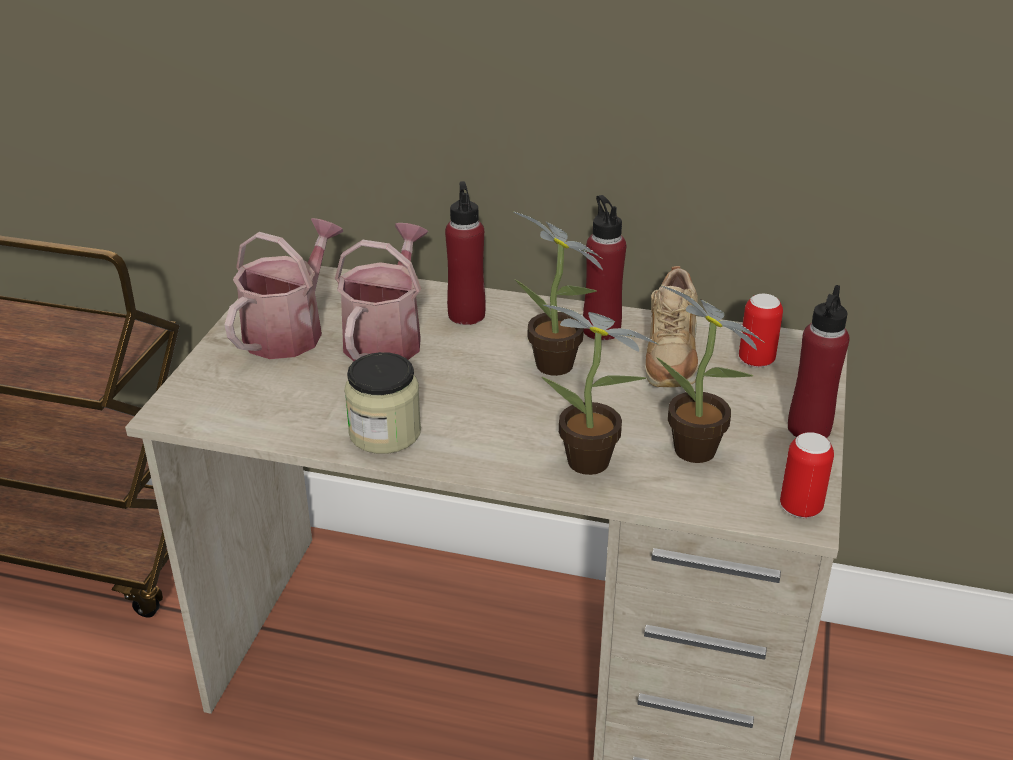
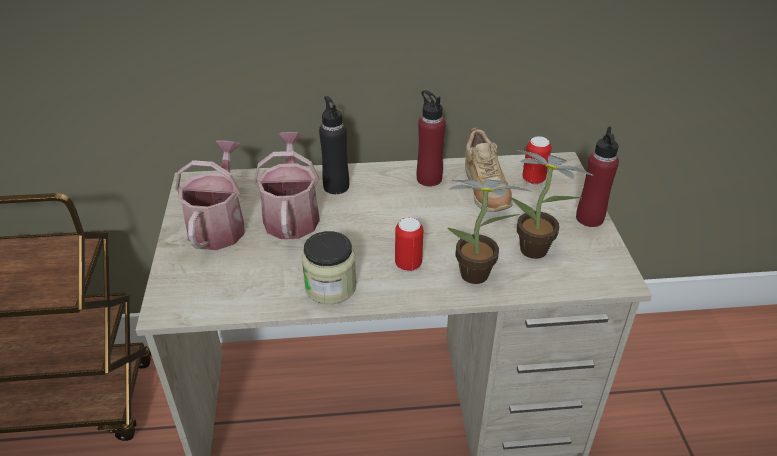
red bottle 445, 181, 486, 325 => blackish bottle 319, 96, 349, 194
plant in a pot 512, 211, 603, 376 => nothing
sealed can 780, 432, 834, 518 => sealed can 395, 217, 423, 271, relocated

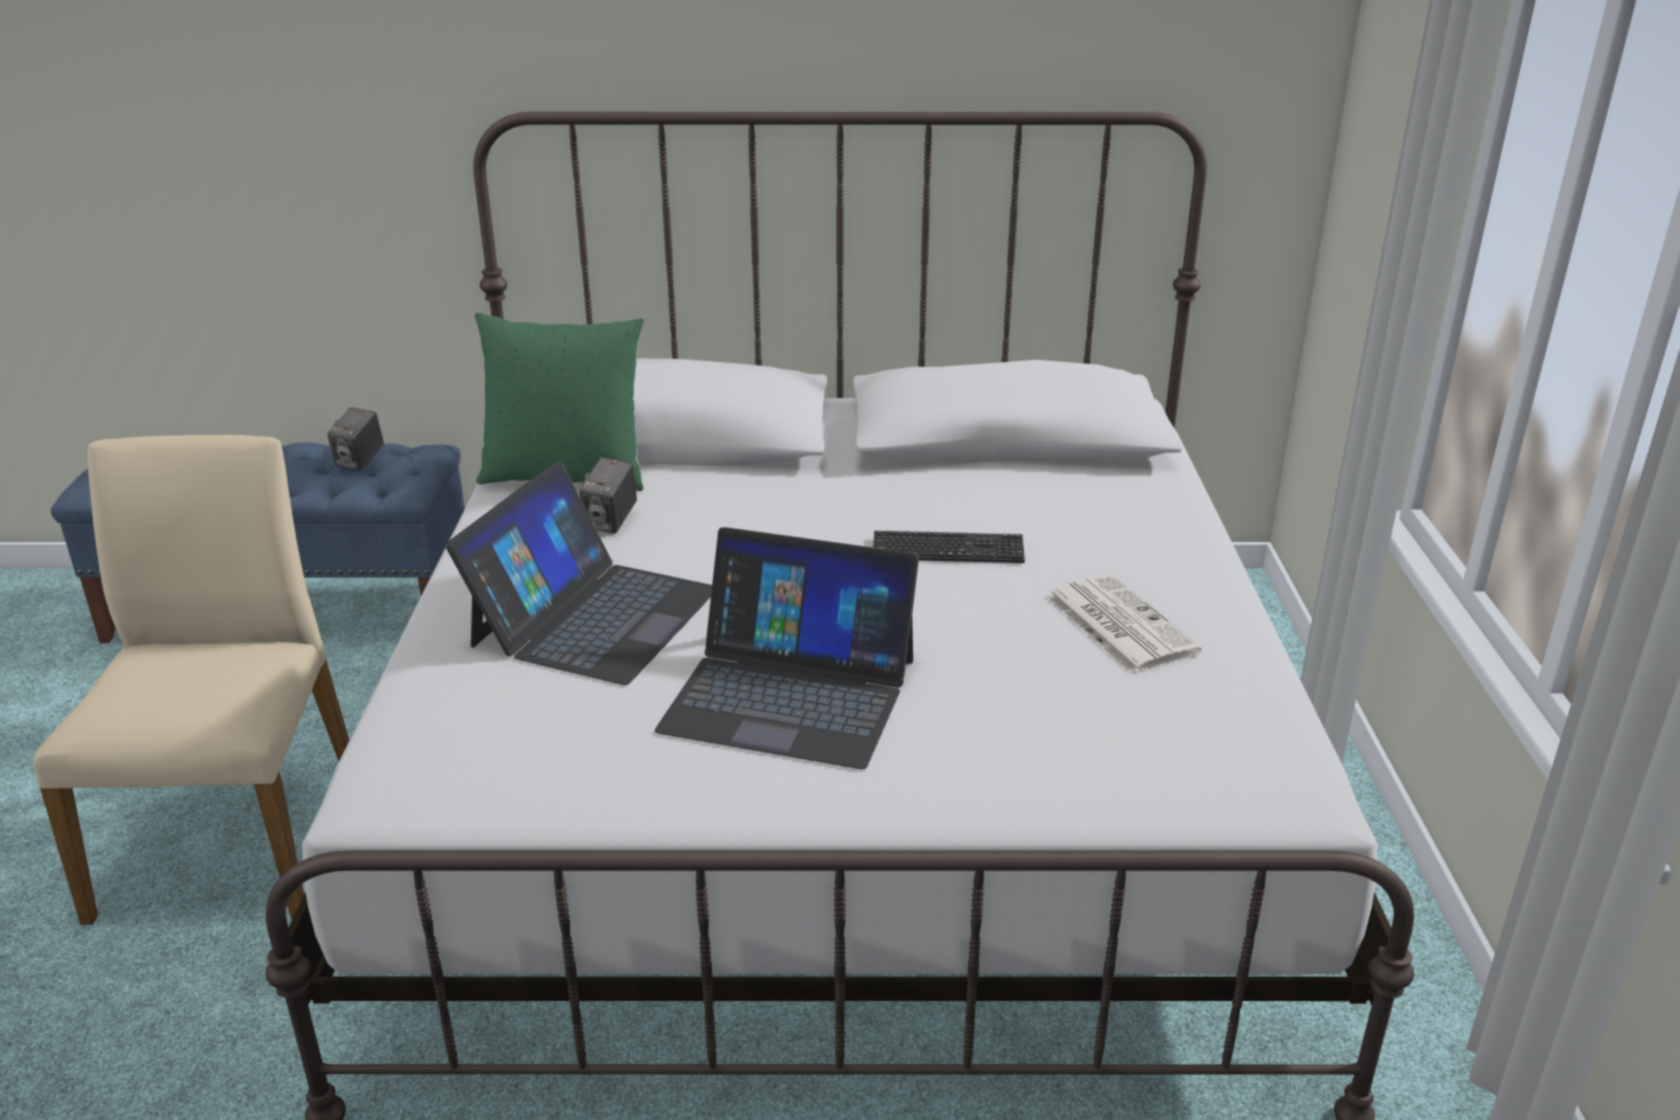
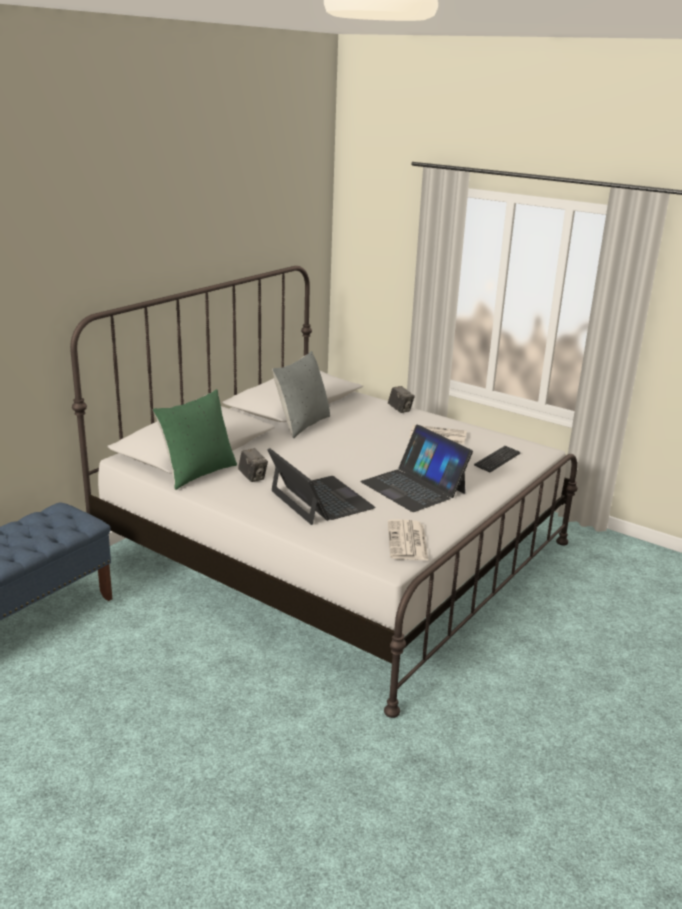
photo camera 327, 407, 384, 471 => photo camera 388, 386, 415, 413, relocated
sand-coloured chair 33, 435, 349, 925 => nothing
laptop 655, 527, 919, 770 => laptop 360, 425, 473, 512, 90 degrees clockwise
keyboard 873, 531, 1025, 563 => keyboard 474, 446, 520, 472, relocated
nothing => grey cushion 272, 351, 330, 438
nothing => printed paper 388, 519, 429, 561

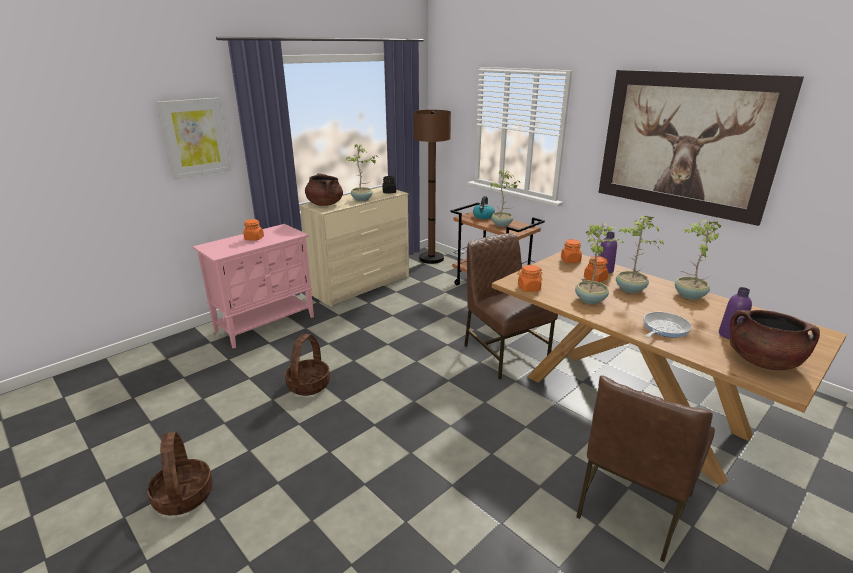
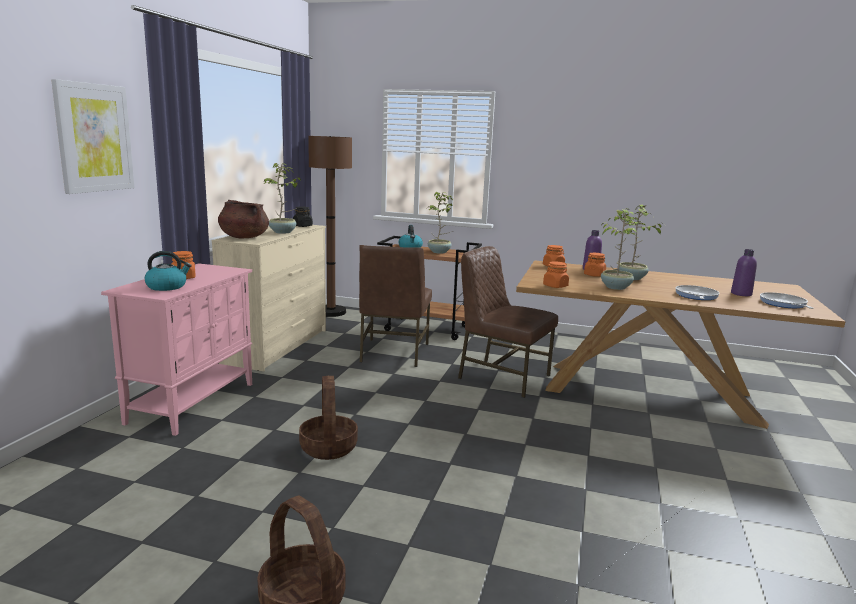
wall art 598, 70, 804, 226 => nothing
plant in a pot 675, 220, 721, 300 => nothing
brownish saucepot 730, 310, 820, 370 => pan 760, 292, 814, 309
brownish chair 576, 375, 715, 562 => brownish chair 359, 245, 432, 367, relocated
nothing => kettle 145, 251, 192, 291

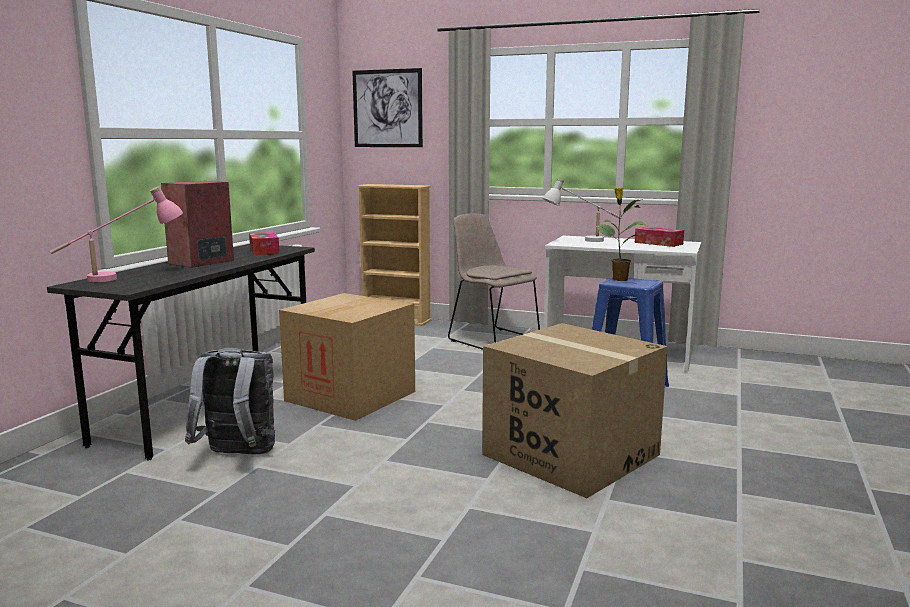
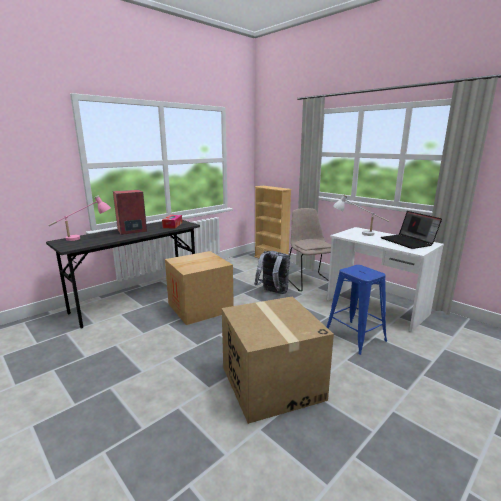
wall art 352, 68, 423, 147 => nothing
plant in a pot 596, 188, 646, 281 => nothing
tissue holder 635, 227, 684, 247 => laptop 381, 211, 442, 249
grey knapsack 185, 348, 275, 455 => grey knapsack 254, 251, 290, 294, relocated

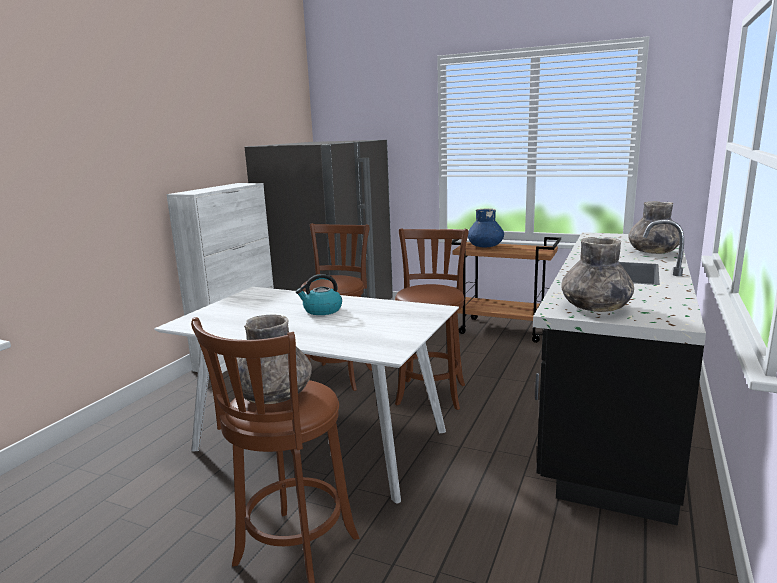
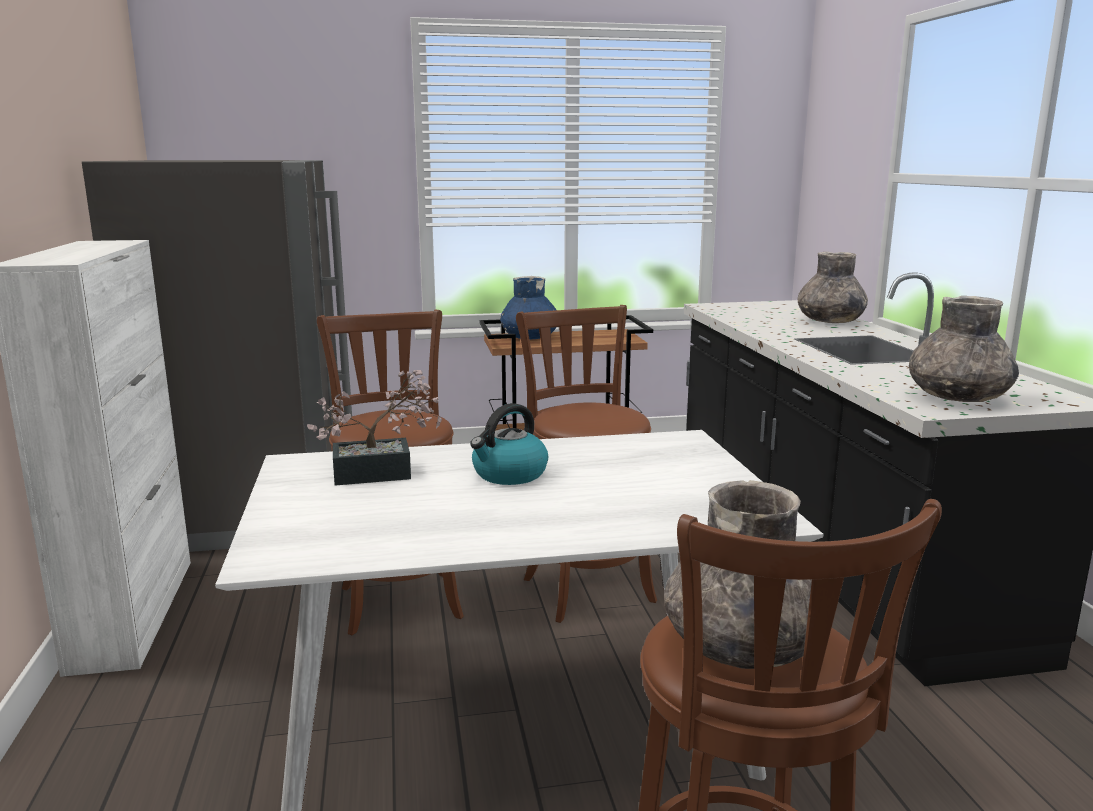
nothing => plant in a pot 307, 370, 442, 486

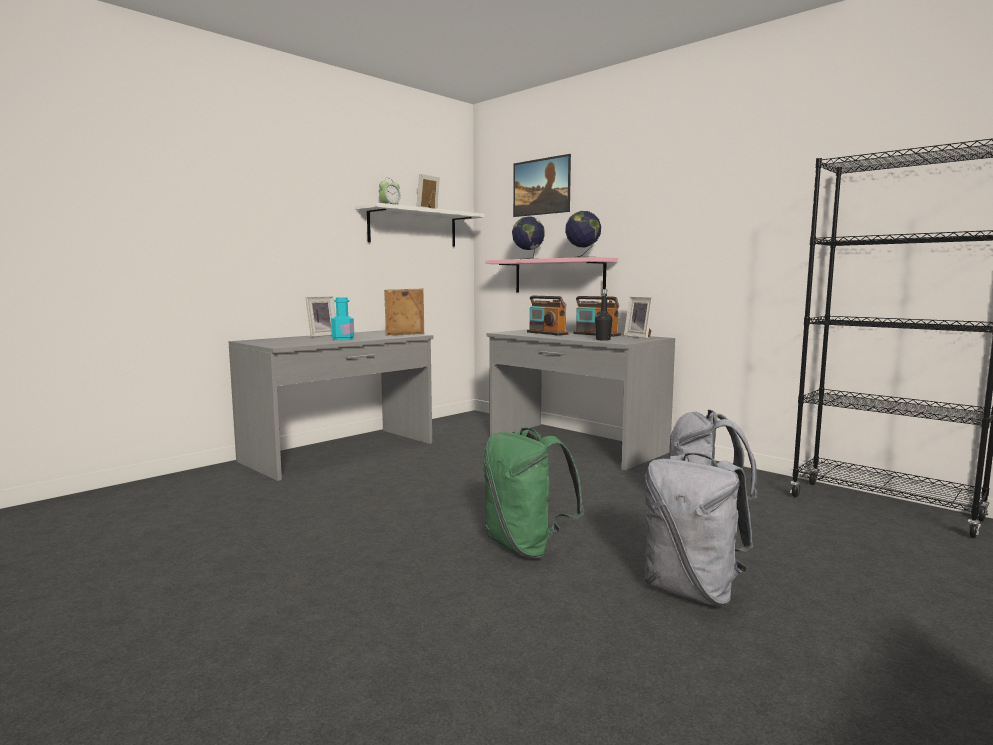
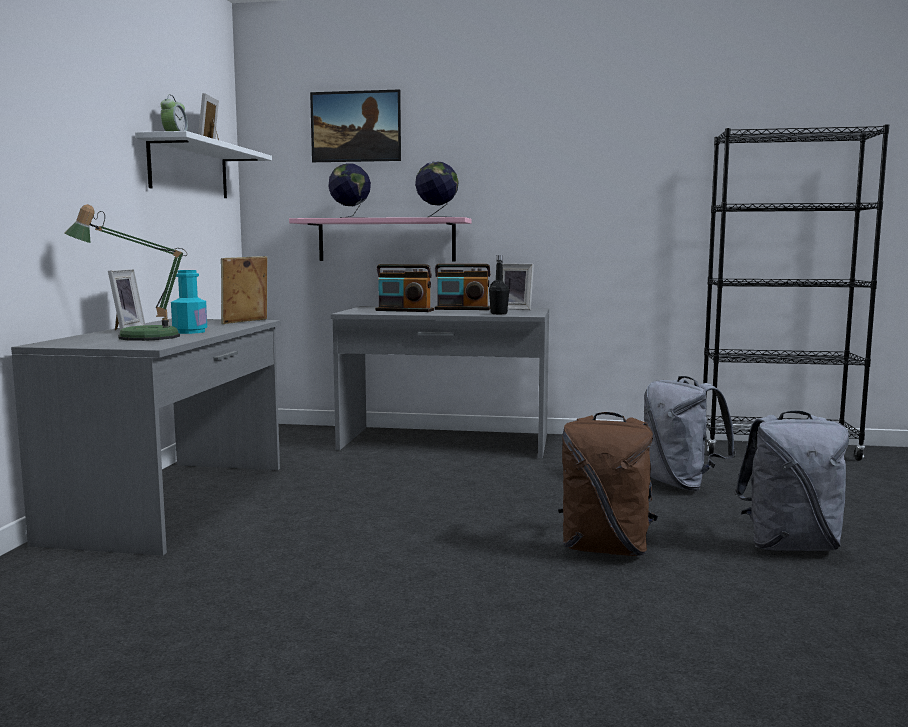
green-coloured knapsack 483, 428, 585, 559 => brownish knapsack 558, 412, 658, 556
nothing => table lamp 64, 204, 187, 341

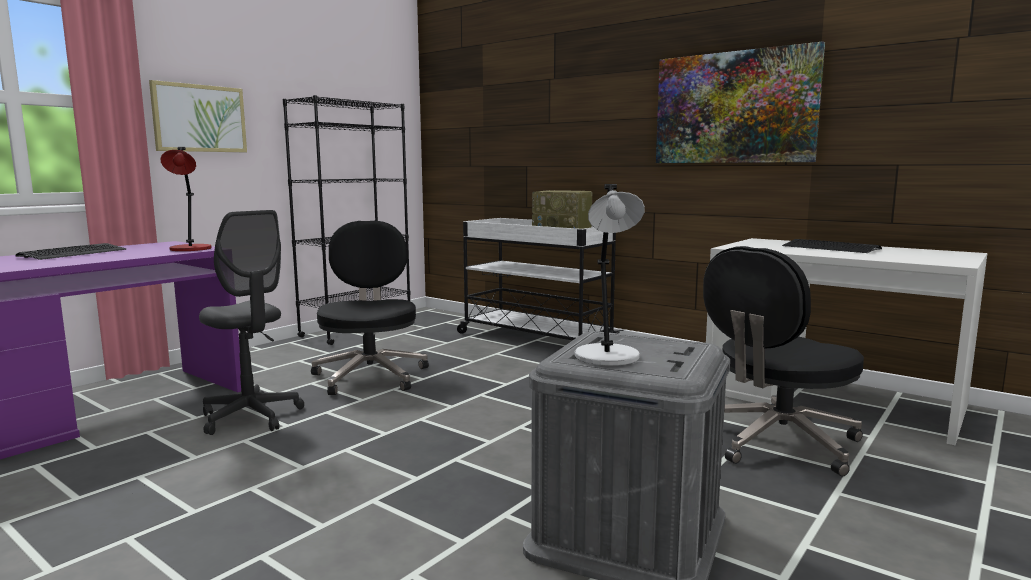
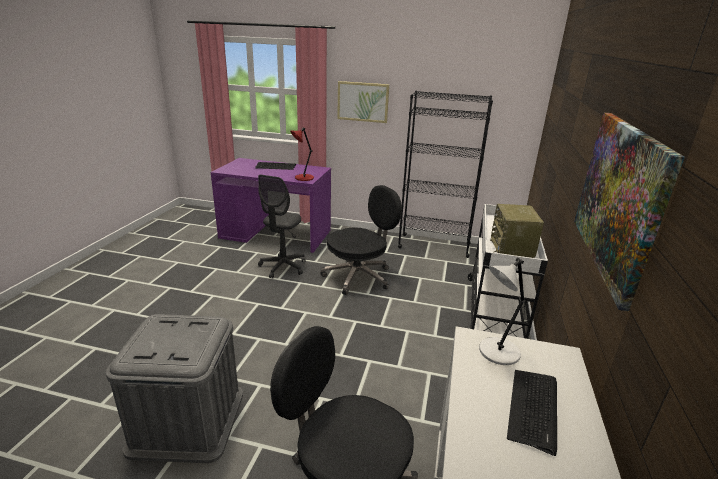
grey table lamp 575, 184, 645, 366 => grey table lamp 479, 258, 527, 365, relocated

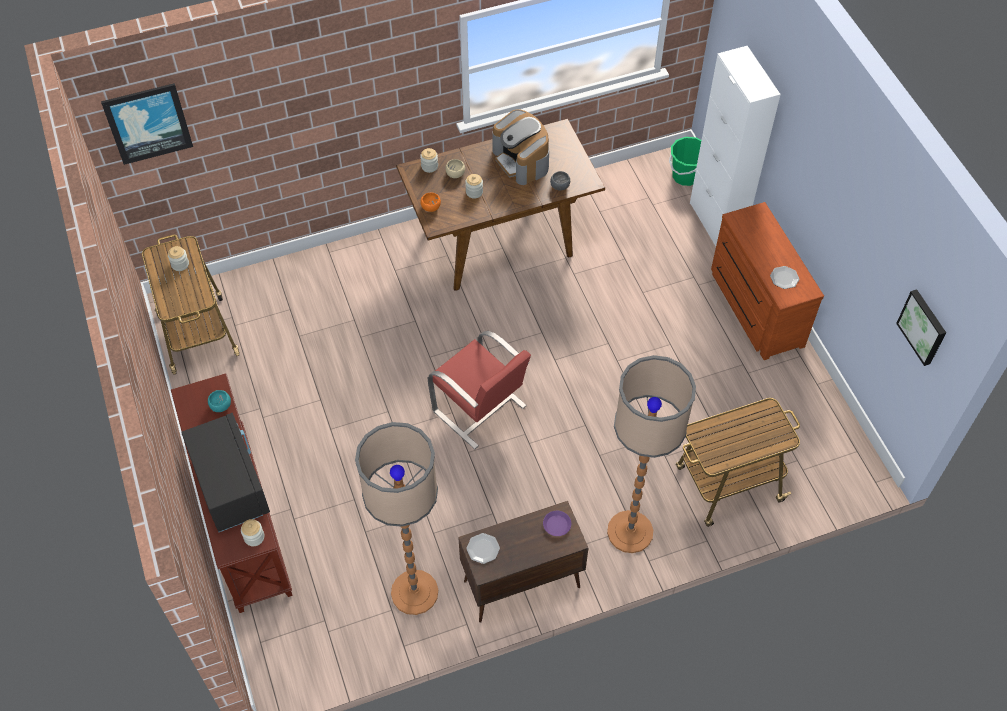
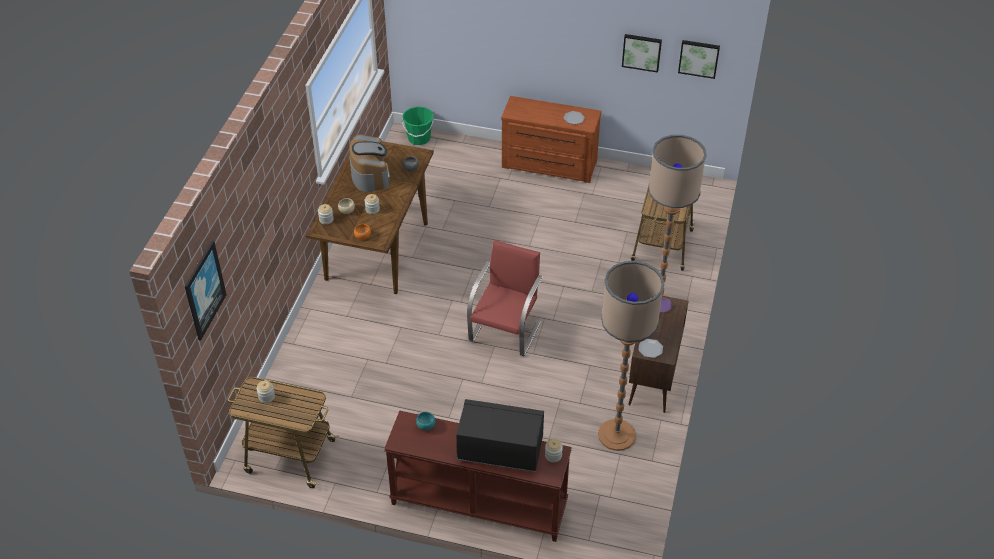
white cabinet 690, 46, 781, 246 => nothing
coffee maker 492, 109, 549, 185 => coffee maker 349, 134, 390, 192, 105 degrees counterclockwise
red chair 428, 331, 531, 449 => red chair 467, 240, 543, 356, 60 degrees counterclockwise
nothing => wall art 622, 34, 662, 73

